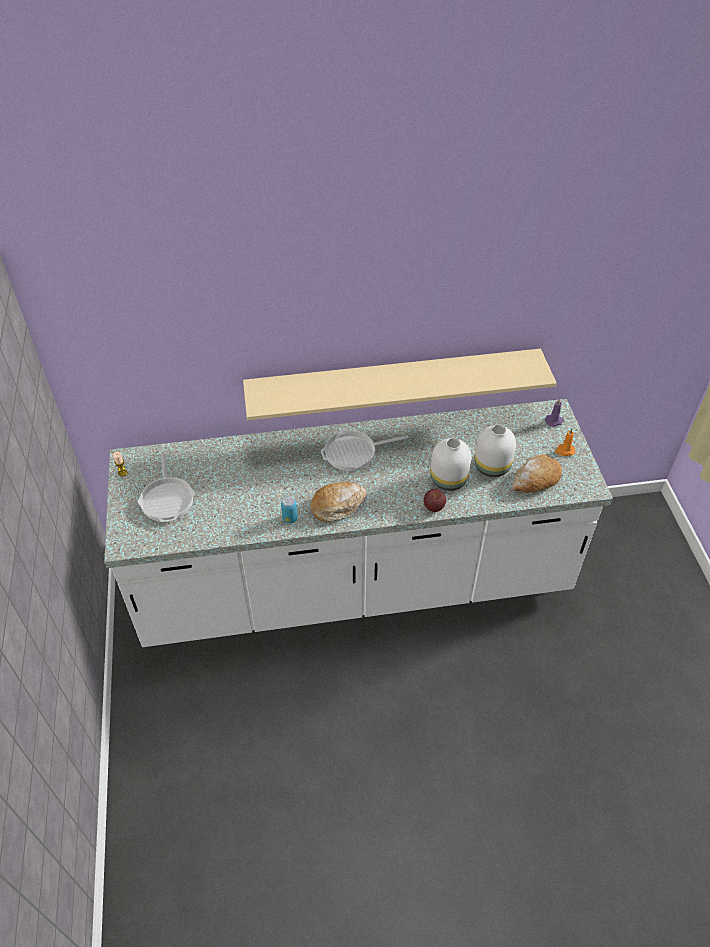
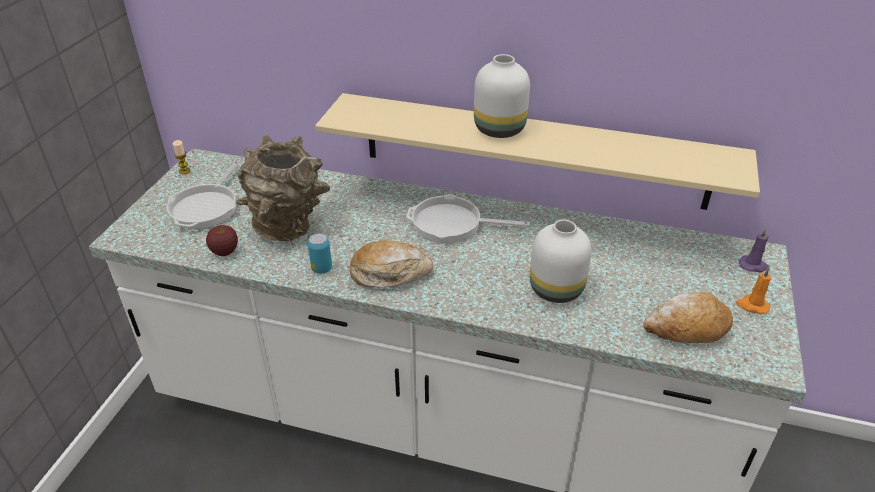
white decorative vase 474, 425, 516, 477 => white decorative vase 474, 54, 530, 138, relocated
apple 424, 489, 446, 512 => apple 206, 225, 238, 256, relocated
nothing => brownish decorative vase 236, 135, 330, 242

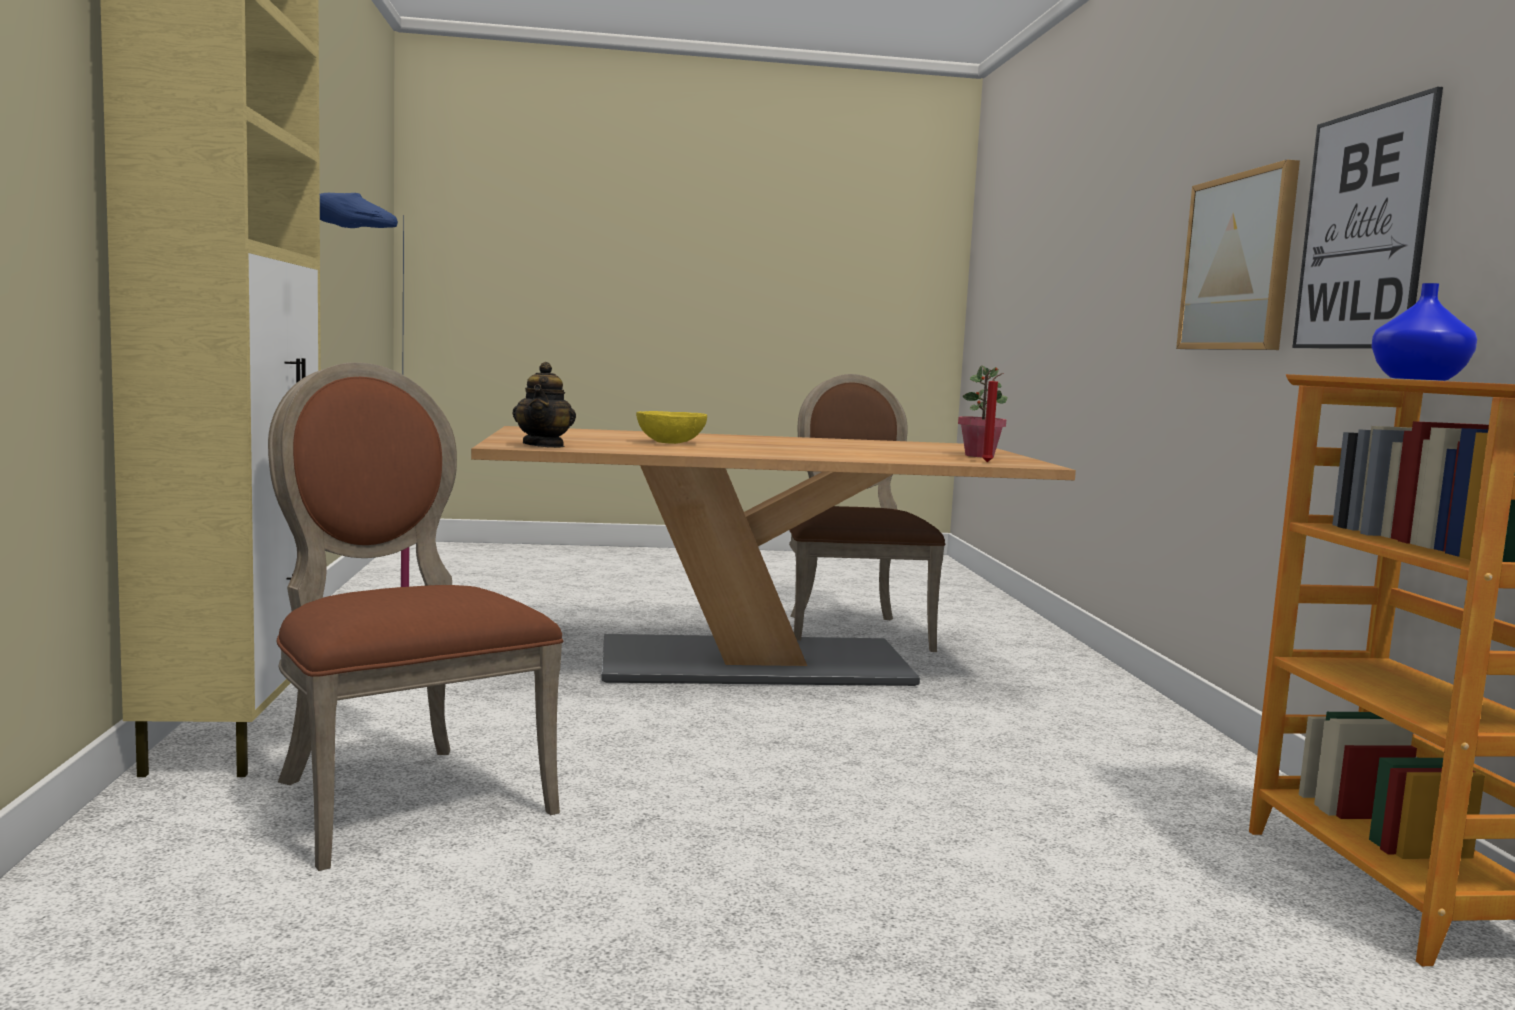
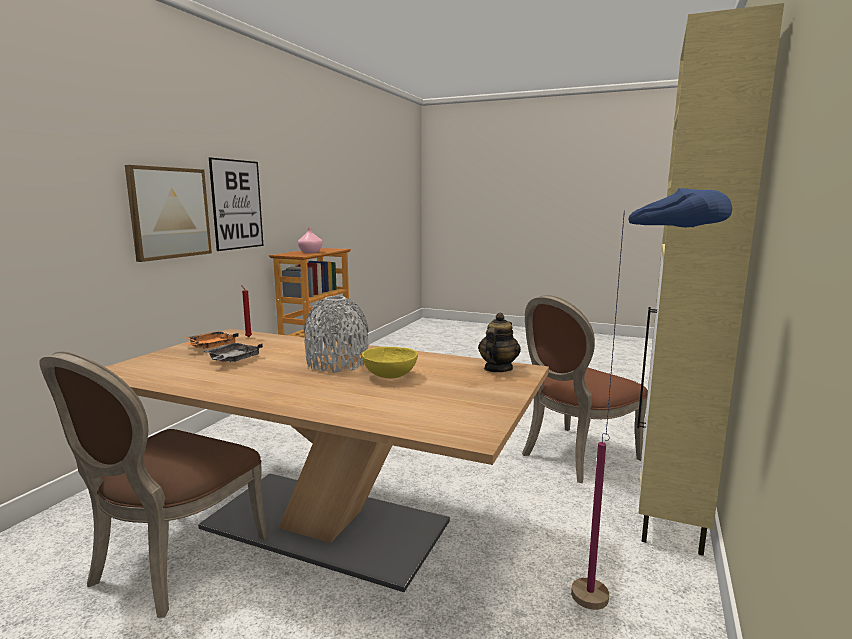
blue-coloured decorative vase 1372, 283, 1477, 381 => pinkish decorative vase 298, 227, 322, 253
brownish chair 268, 362, 564, 871 => brownish chair 522, 295, 648, 483, 60 degrees clockwise
plant in a pot 958, 365, 1008, 457 => orange carrying tray 184, 331, 239, 349
nothing => grey decorative vase 304, 296, 369, 373
nothing => grey carrying tray 203, 343, 263, 362

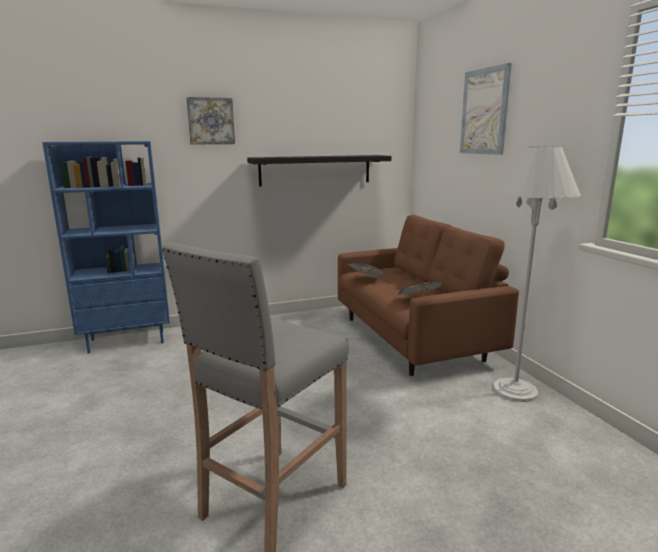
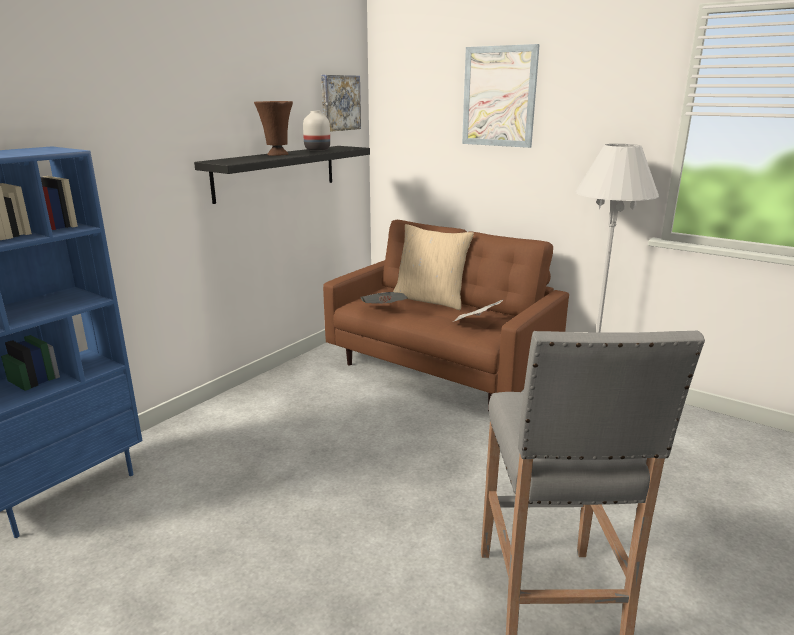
wall art 186, 97, 235, 145 => wall art 321, 75, 361, 132, relocated
nothing => brownish decorative vase 254, 101, 293, 156
nothing => white decorative vase 303, 111, 330, 151
nothing => sand-coloured cushion 393, 224, 474, 310

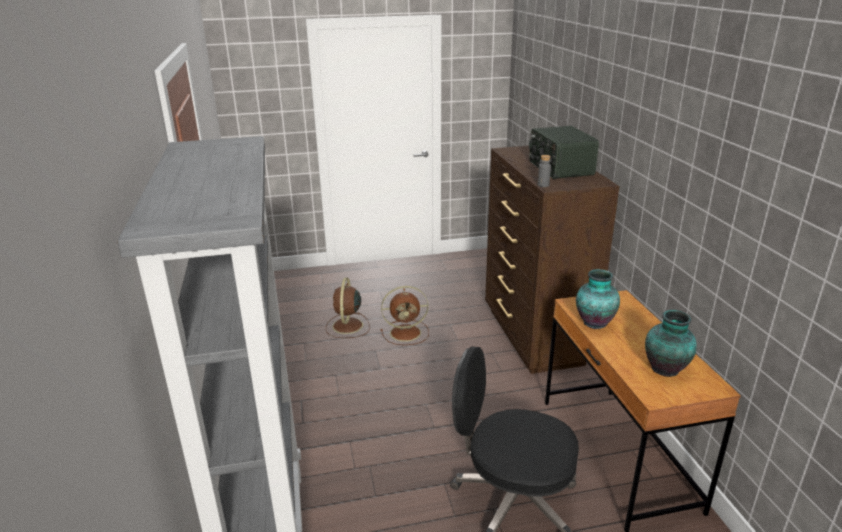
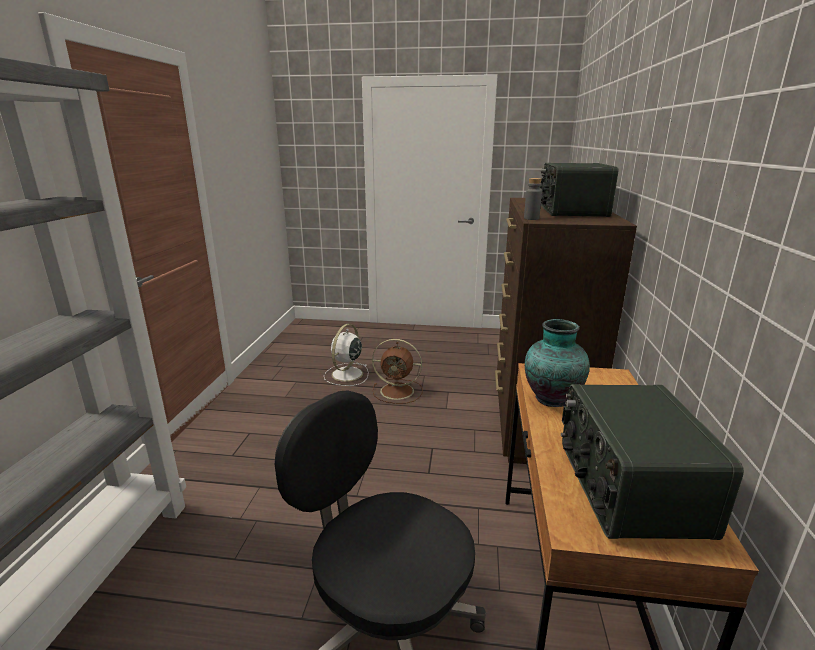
brownish electric fan 326, 277, 370, 338 => white electric fan 324, 324, 368, 386
decorative vase 645, 310, 697, 377 => radio receiver 561, 384, 744, 540

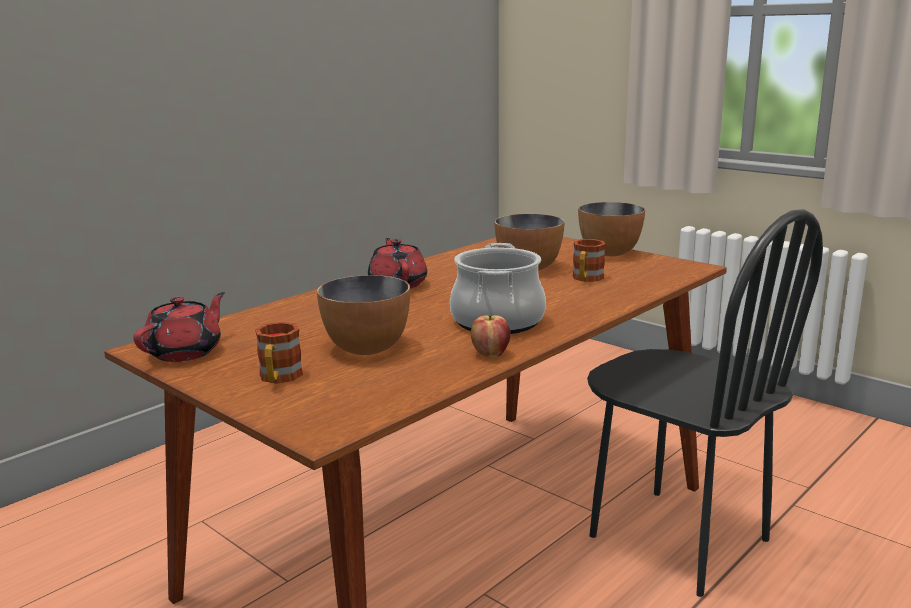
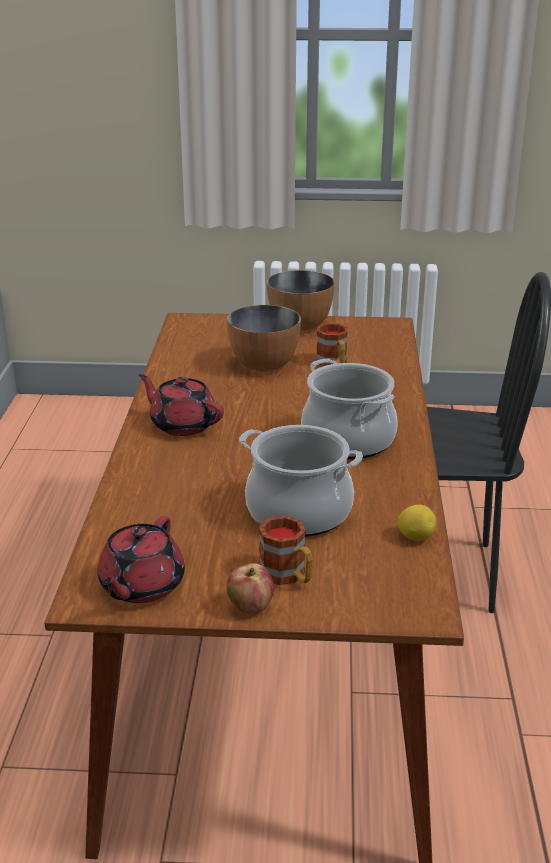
bowl 317, 275, 410, 355 => saucepot 239, 425, 363, 537
red tea pot 133, 292, 225, 362 => red tea pot 98, 516, 185, 603, 150 degrees counterclockwise
apple 471, 314, 511, 358 => apple 227, 563, 274, 614, relocated
nothing => lemon 398, 505, 436, 541

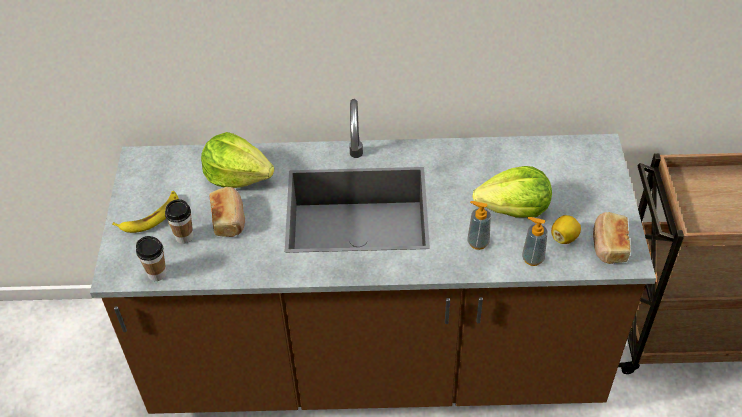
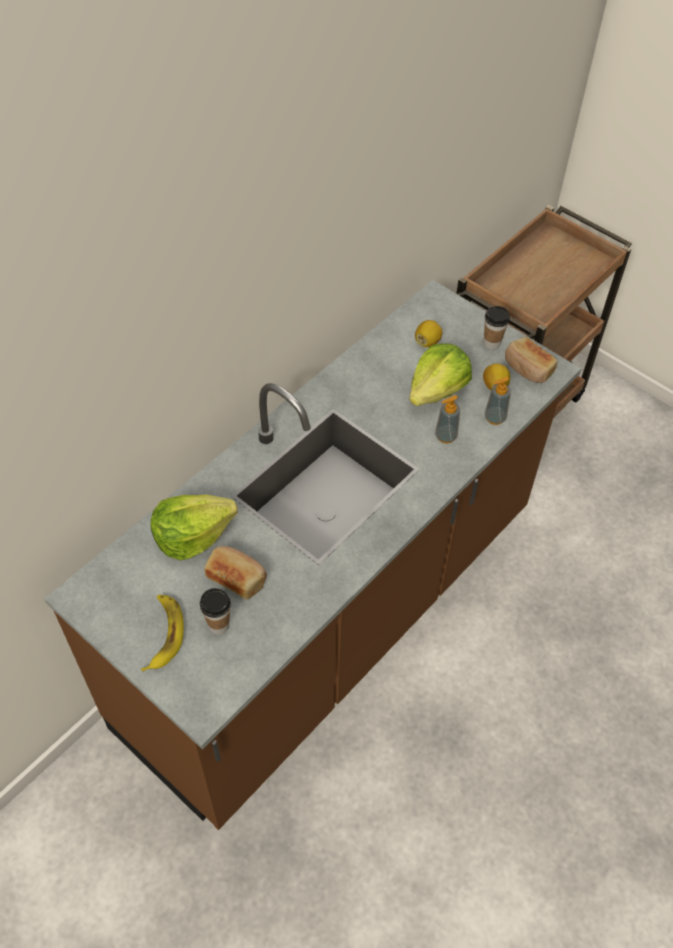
small cup 136, 236, 167, 281 => small cup 484, 306, 510, 350, relocated
nothing => lemon 415, 320, 442, 347

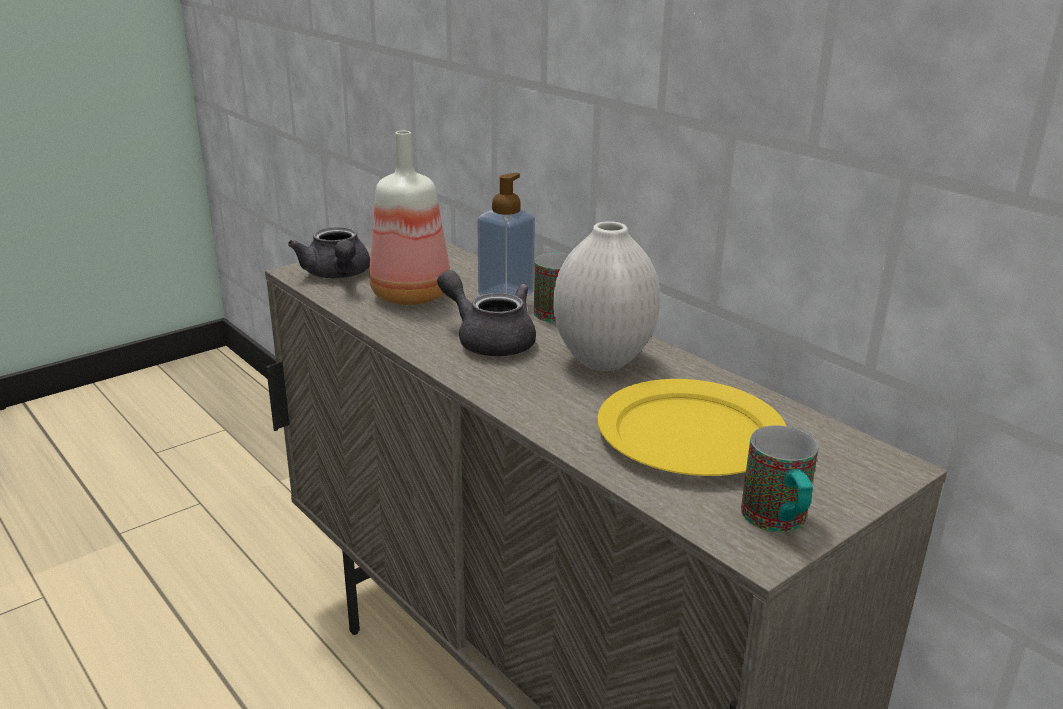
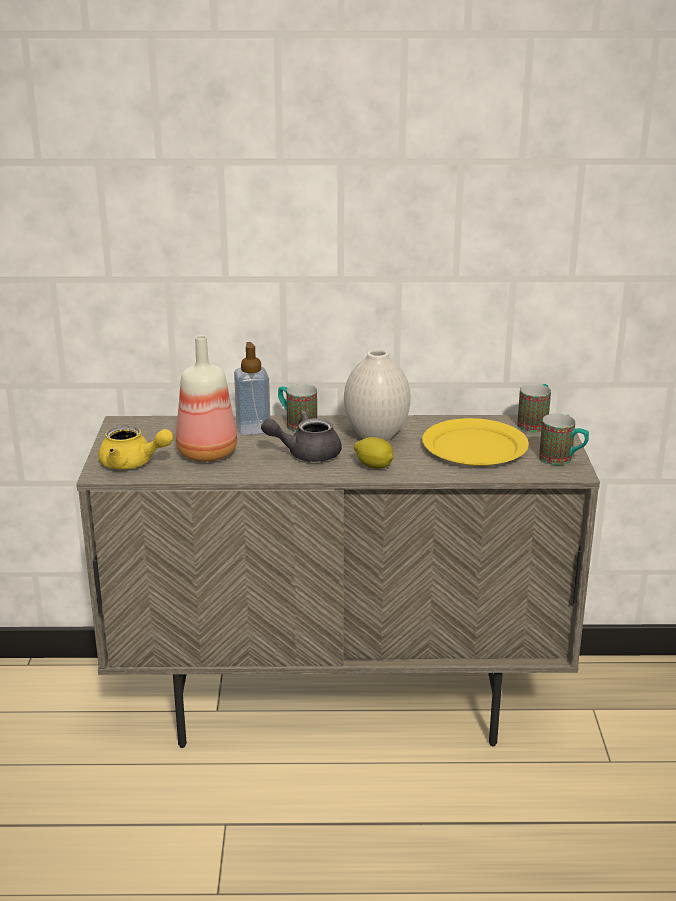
grey tea pot 288, 227, 370, 279 => yellowish tea pot 98, 425, 173, 469
nothing => tea mug 517, 384, 551, 432
nothing => lemon 354, 437, 393, 469

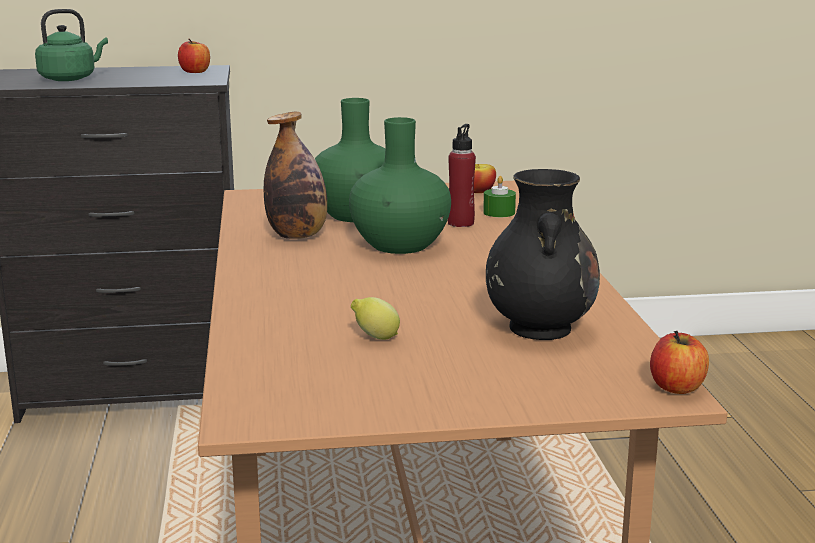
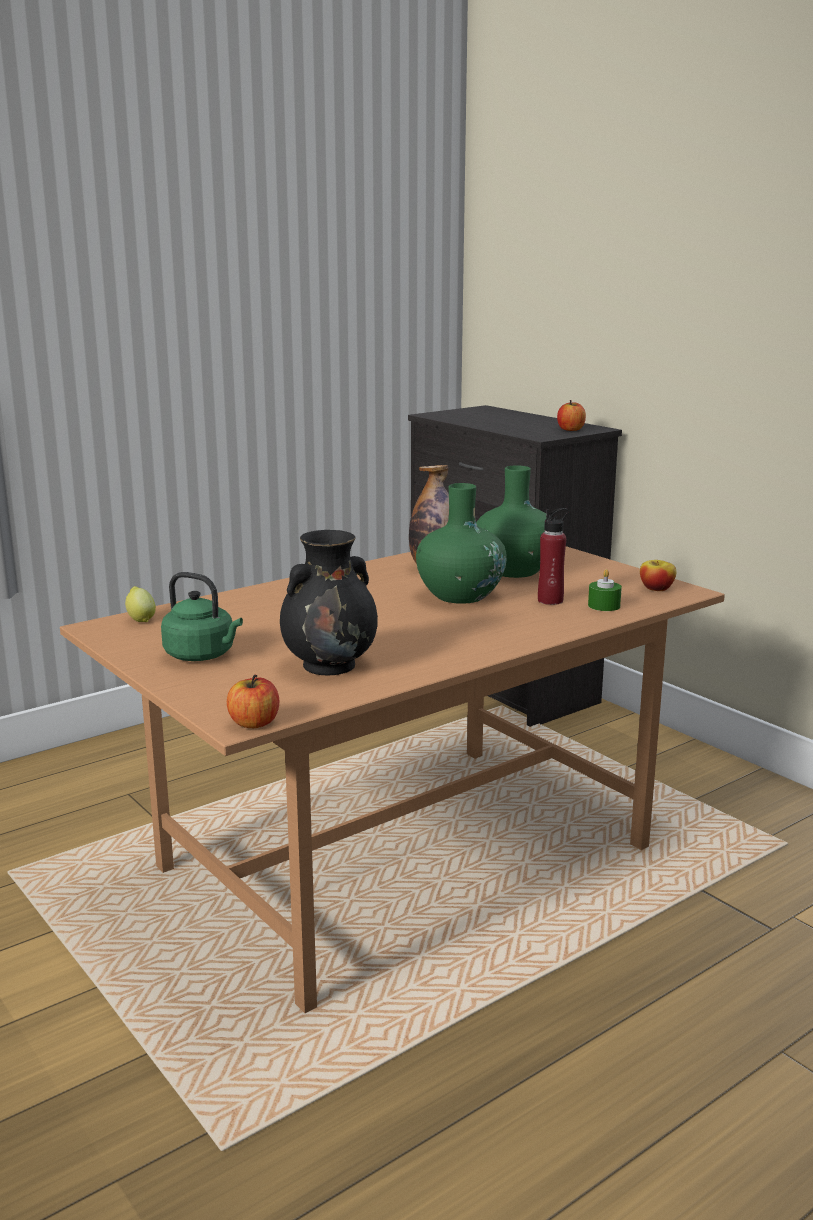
green-coloured kettle 35, 9, 108, 81 => green-coloured kettle 161, 572, 243, 661, relocated
lemon 351, 297, 400, 340 => lemon 125, 586, 156, 622, relocated

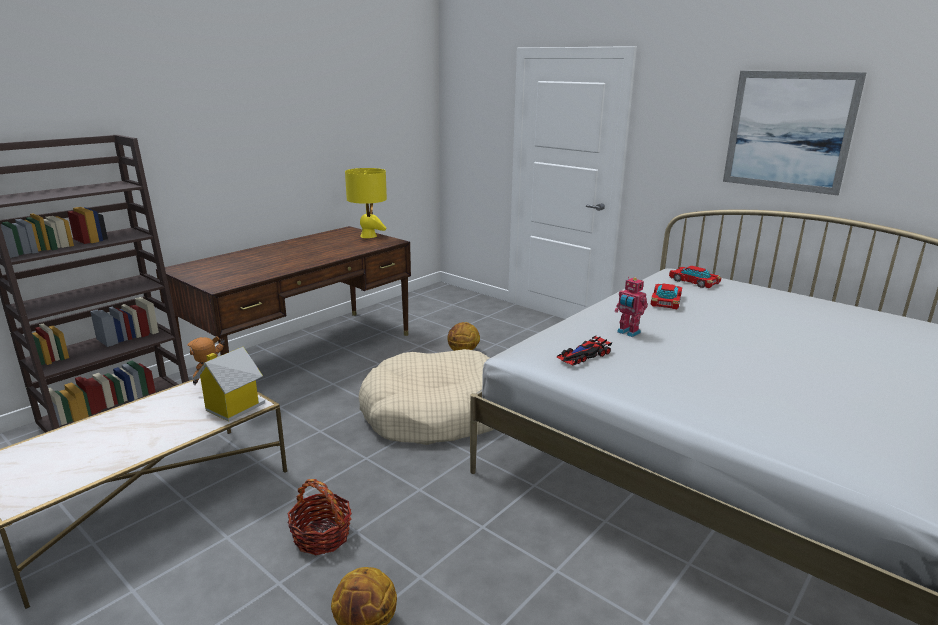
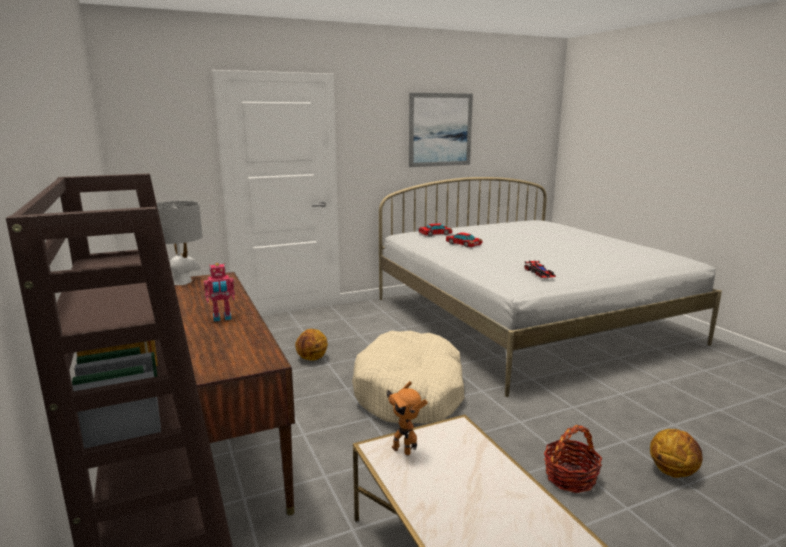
yellowish table lamp 345, 168, 387, 238 => grey table lamp 156, 201, 203, 285
model robot 615, 277, 648, 337 => model robot 204, 263, 235, 322, relocated
model house 193, 347, 265, 422 => nothing

